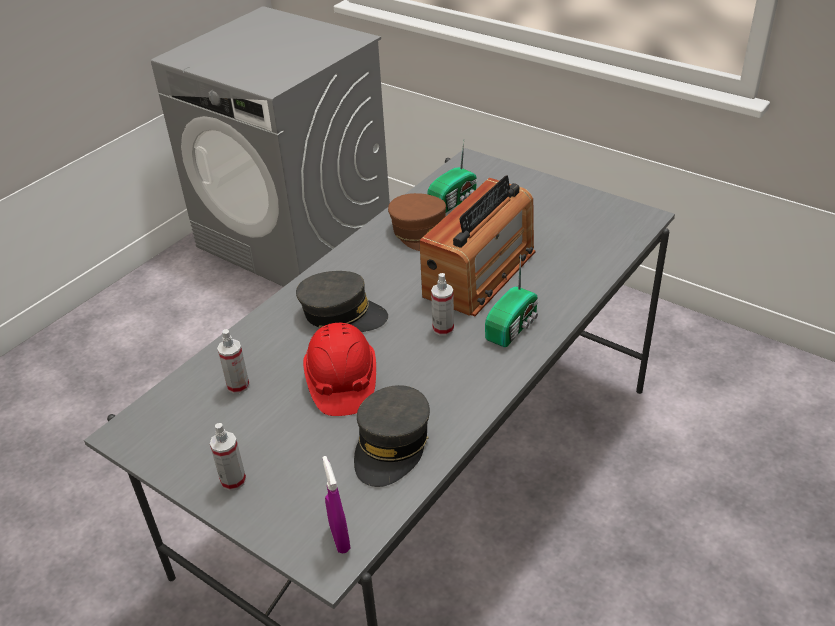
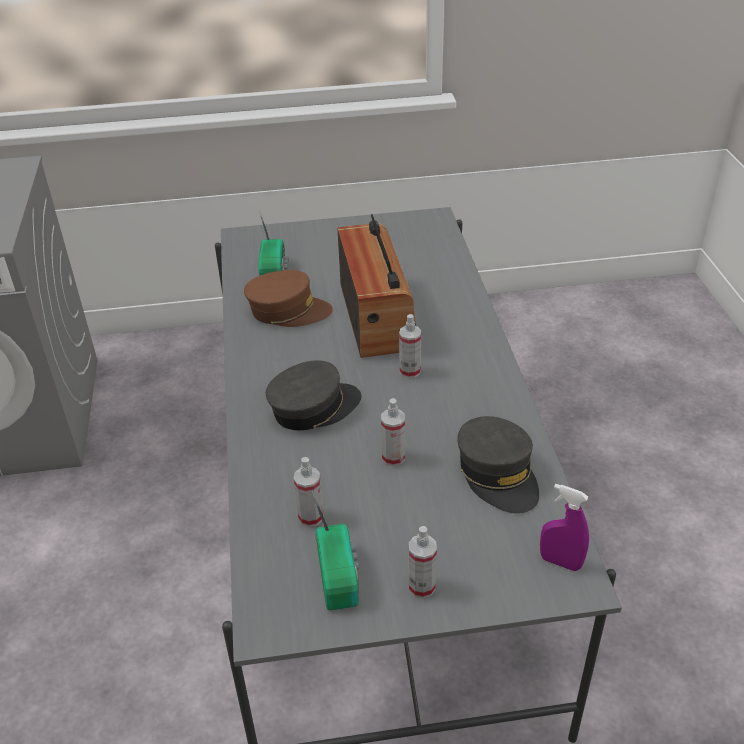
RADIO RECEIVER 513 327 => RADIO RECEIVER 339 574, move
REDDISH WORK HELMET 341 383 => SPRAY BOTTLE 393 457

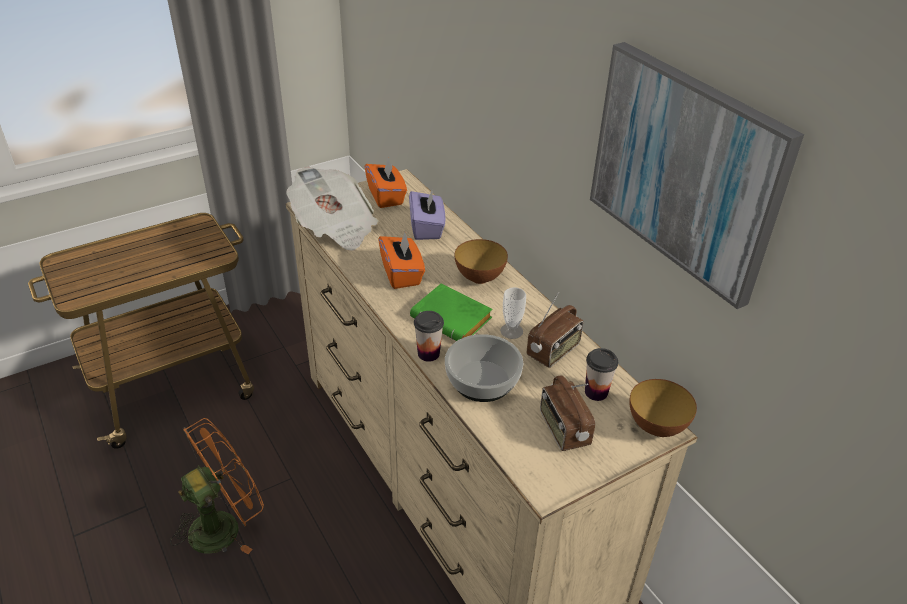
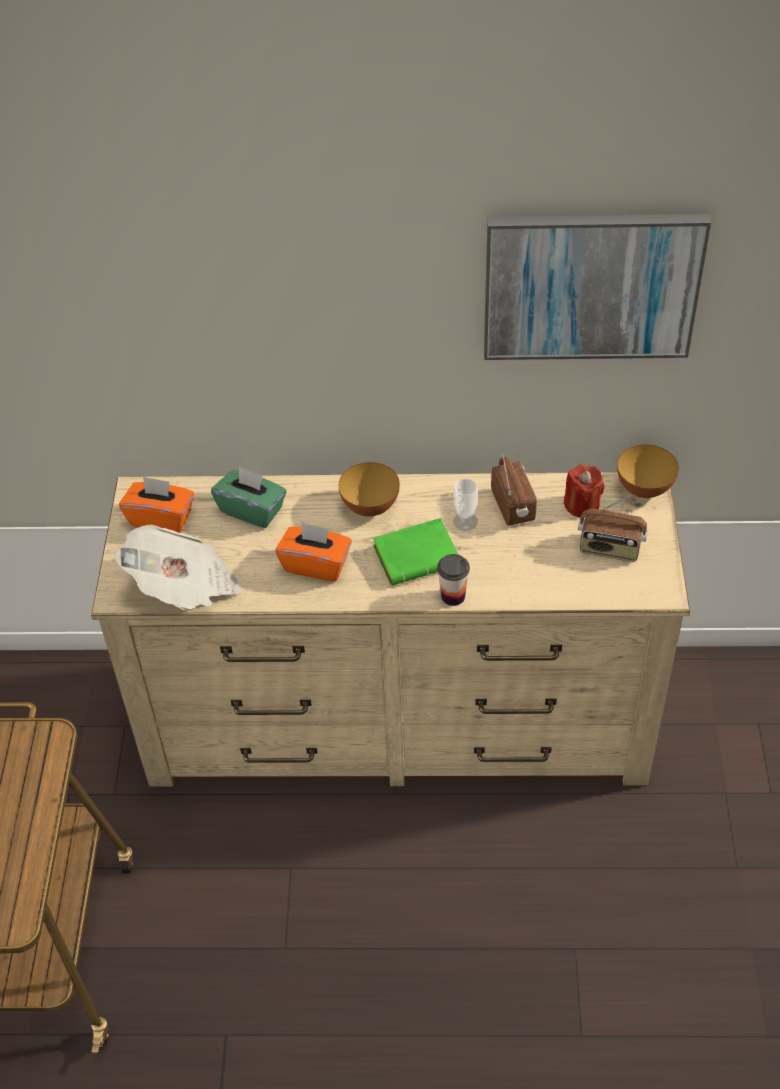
ORANGE COOLING FAN 224 525 => nothing
SERVING BOWL 482 381 => nothing
CUP 596 392 => REDDISH WAX CANDLE 582 505
PURPLISH TISSUE BOX 427 228 => GREENISH TISSUE BOX 252 510

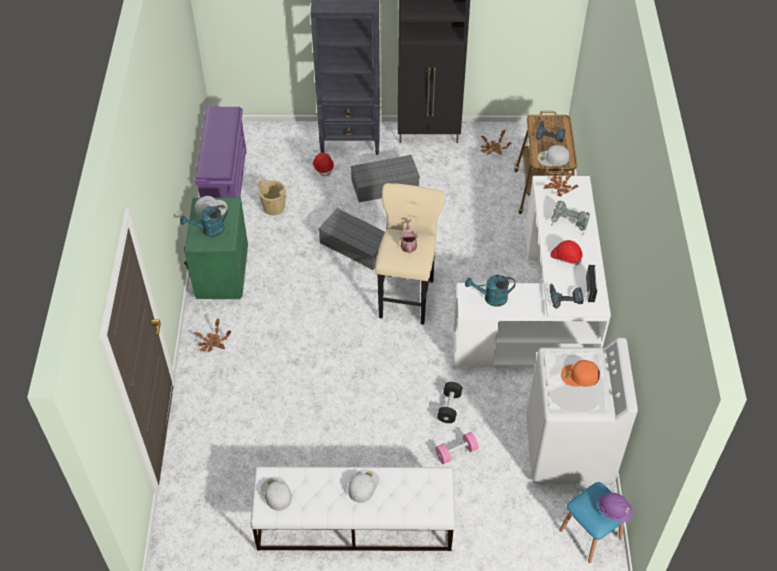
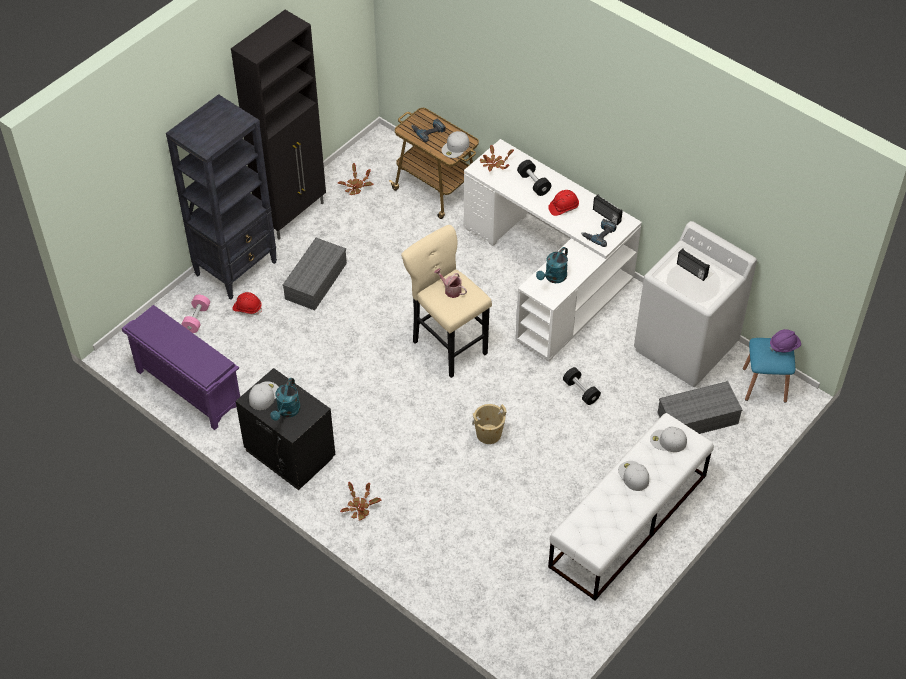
SAND-COLOURED BUCKET 274 207 => SAND-COLOURED BUCKET 488 434, move
WHITE-COLOURED CAP 276 493 => WHITE-COLOURED CAP 668 441, move
GREY STORAGE BOX 354 246 => GREY STORAGE BOX 697 419, move
PINKISH HAND WEIGHT 456 452 => PINKISH HAND WEIGHT 197 319, move
DRILL 568 224 => BLACK HAND WEIGHT 533 183
ORANGE CAP 579 376 => RADIO RECEIVER 691 271
GREENISH NIGHT TABLE 221 273 => BLACK NIGHT TABLE 288 454

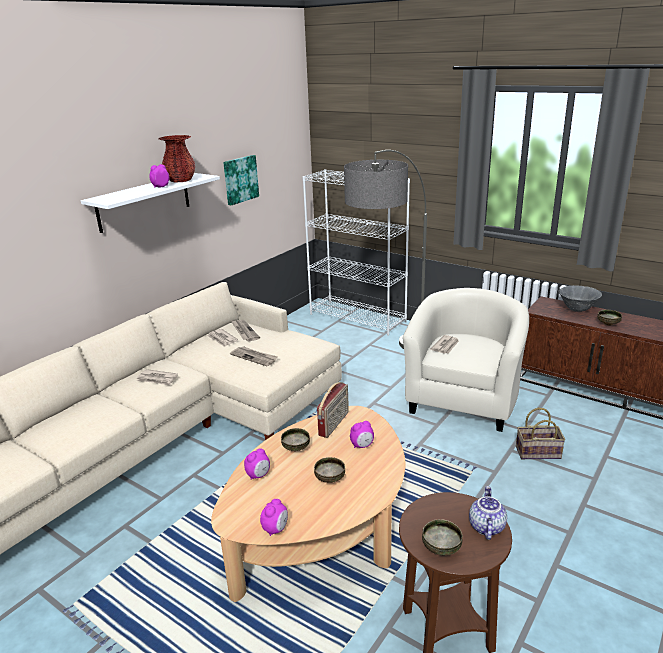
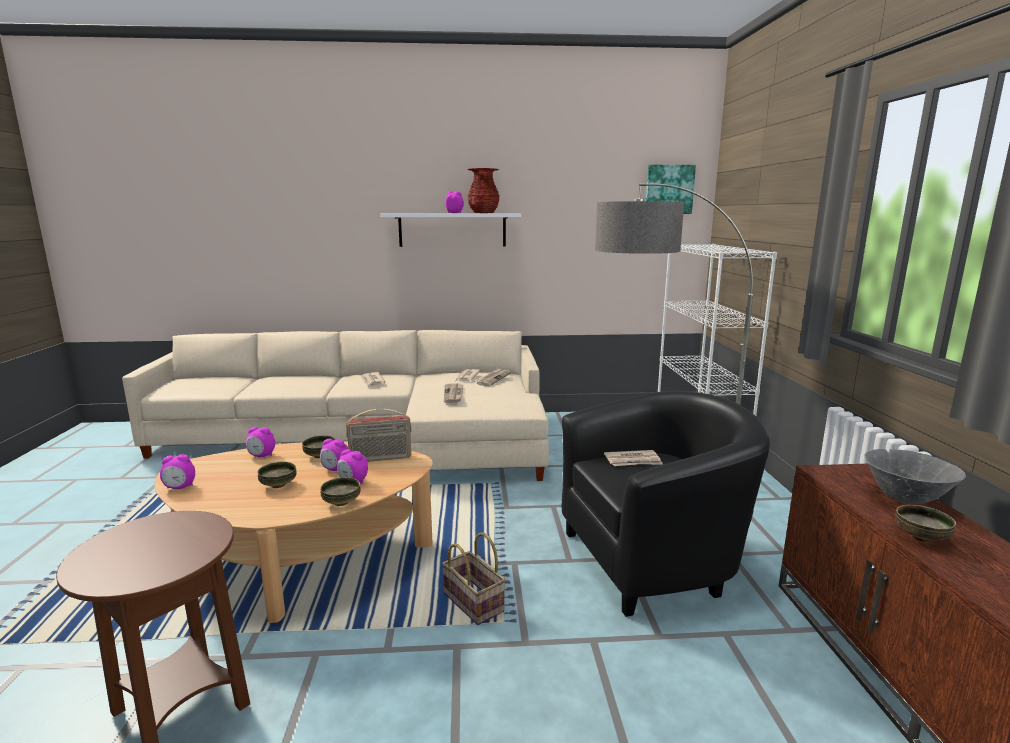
TEAPOT 485 526 => nothing
nothing => BEDSIDE CLOCK 335 469
WALL PICTURE 240 179 => WALL PICTURE 669 189, move
SERVING BOWL 440 548 => SERVING BOWL 341 502, move
STORAGE BASKET 539 452 => STORAGE BASKET 475 602, move
SAND-COLOURED LOUNGE CHAIR 464 399 => BLACK LOUNGE CHAIR 654 560

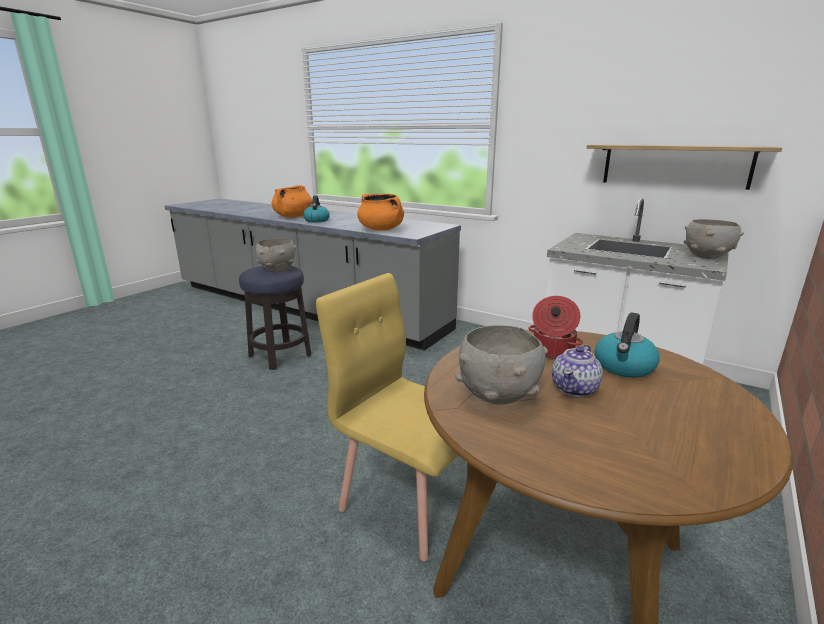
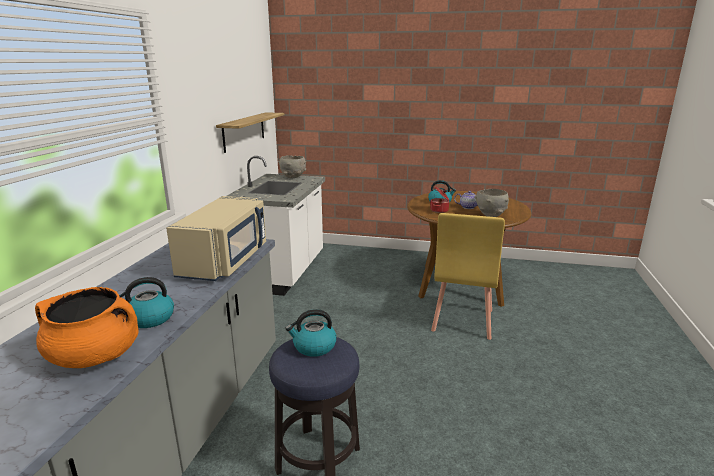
GREY SERVING BOWL 277 270 => TEA KETTLE 314 347
ORANGE COOKING POT 381 229 => SAND-COLOURED MICROWAVE OVEN 226 261

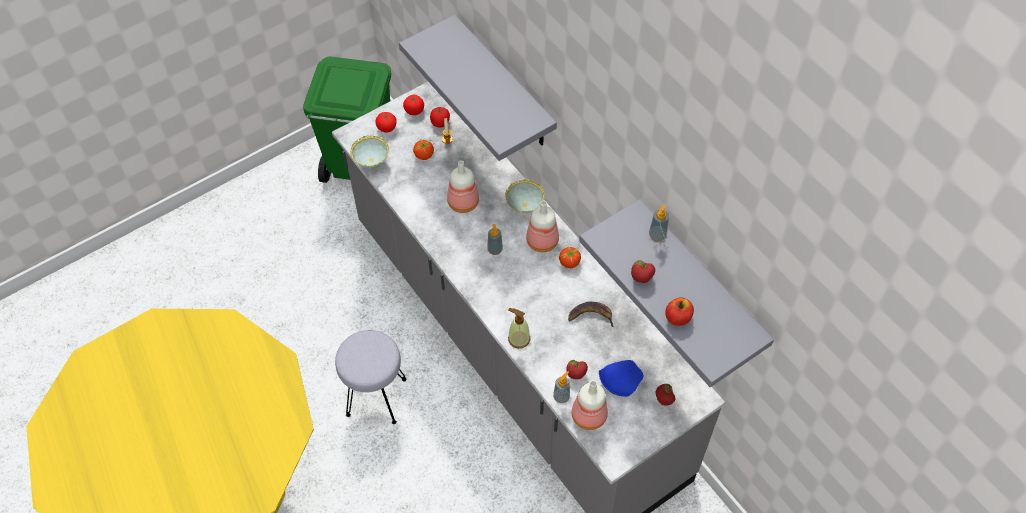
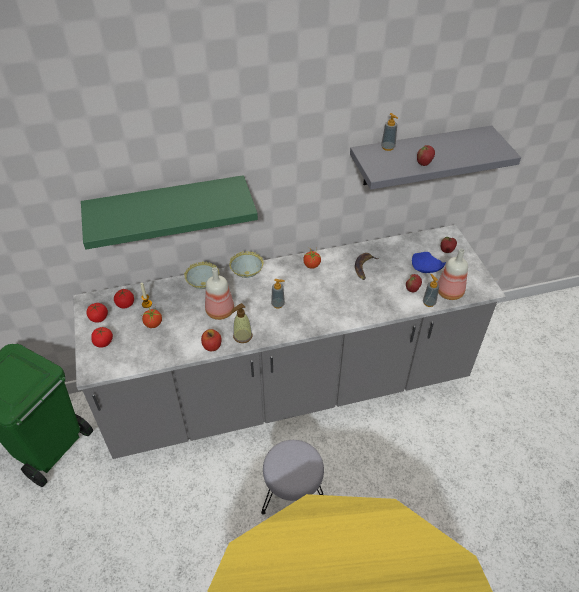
DRINK BOTTLE 542 240 => nothing
SERVING BOWL 371 163 => SERVING BOWL 203 286, move
SOAP BOTTLE 519 339 => SOAP BOTTLE 242 336, move
APPLE 678 318 => APPLE 212 346, move
GREY BRACKET SHELF 504 85 => GREENISH BRACKET SHELF 167 207

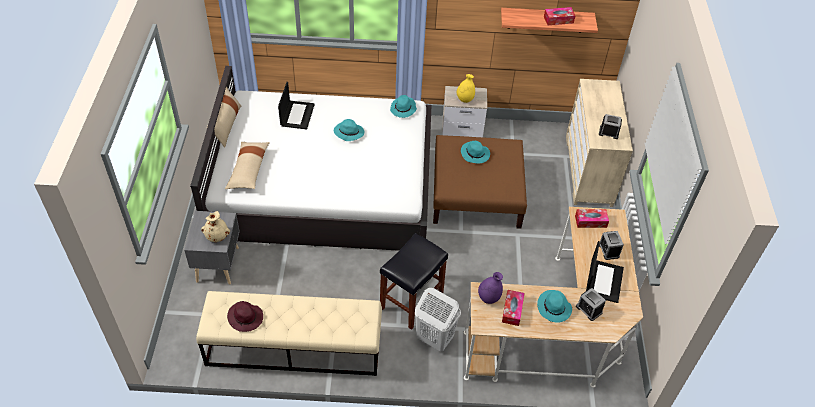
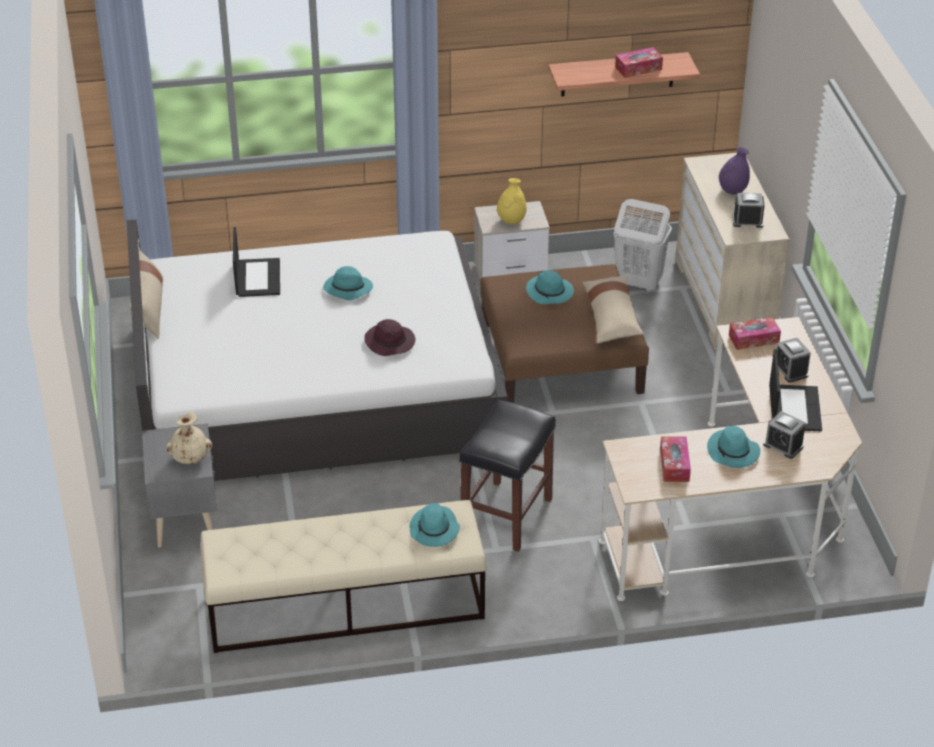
SAND-COLOURED PILLOW 248 170 => SAND-COLOURED PILLOW 611 317, move
PURPLISH CLOTHING HAT 246 318 => PURPLISH CLOTHING HAT 390 342, move
BLUE-GREEN CLOTHING HAT 403 109 => BLUE-GREEN CLOTHING HAT 434 530, move
WHITE-COLOURED HAMPER 434 338 => WHITE-COLOURED HAMPER 638 283, move
PURPLISH DECORATIVE VASE 489 298 => PURPLISH DECORATIVE VASE 733 191, move

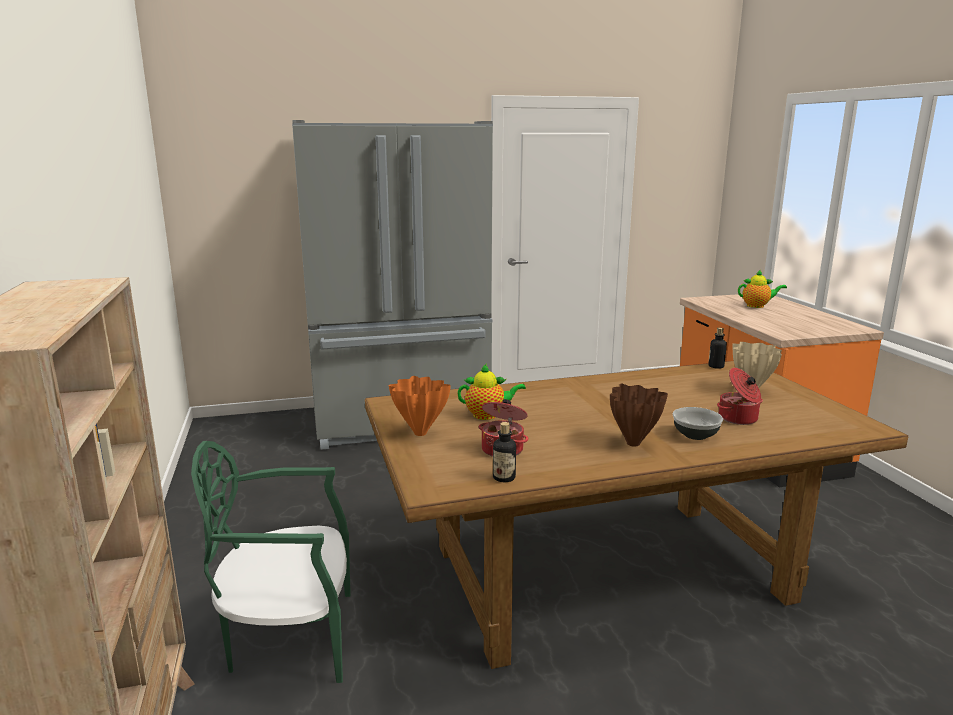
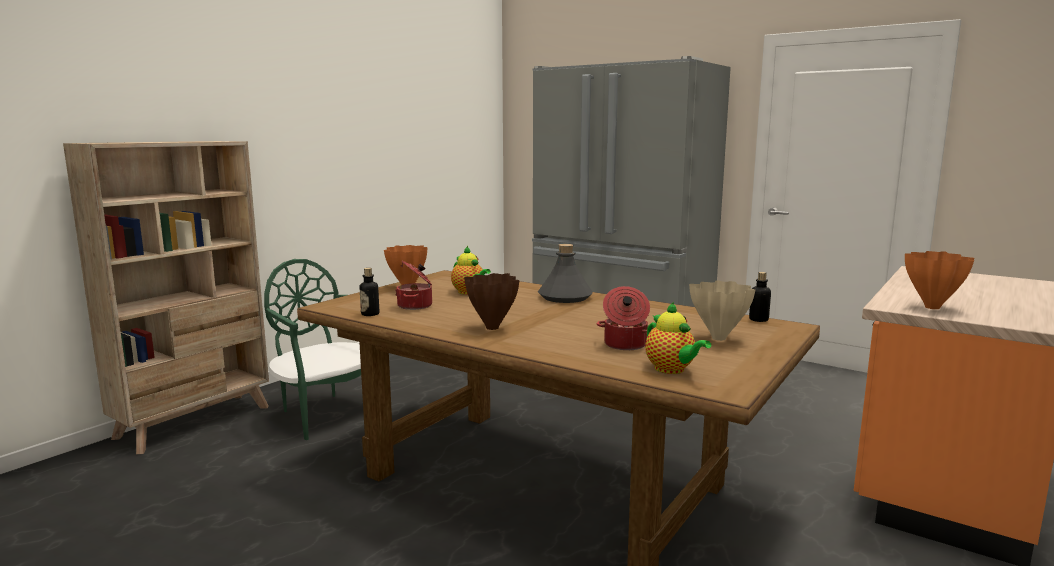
SERVING BOWL 696 435 => nothing
nothing => GREY DRINK BOTTLE 565 297
nothing => ORANGE DECORATIVE VASE 932 307
TEAPOT 757 306 => TEAPOT 672 370, move

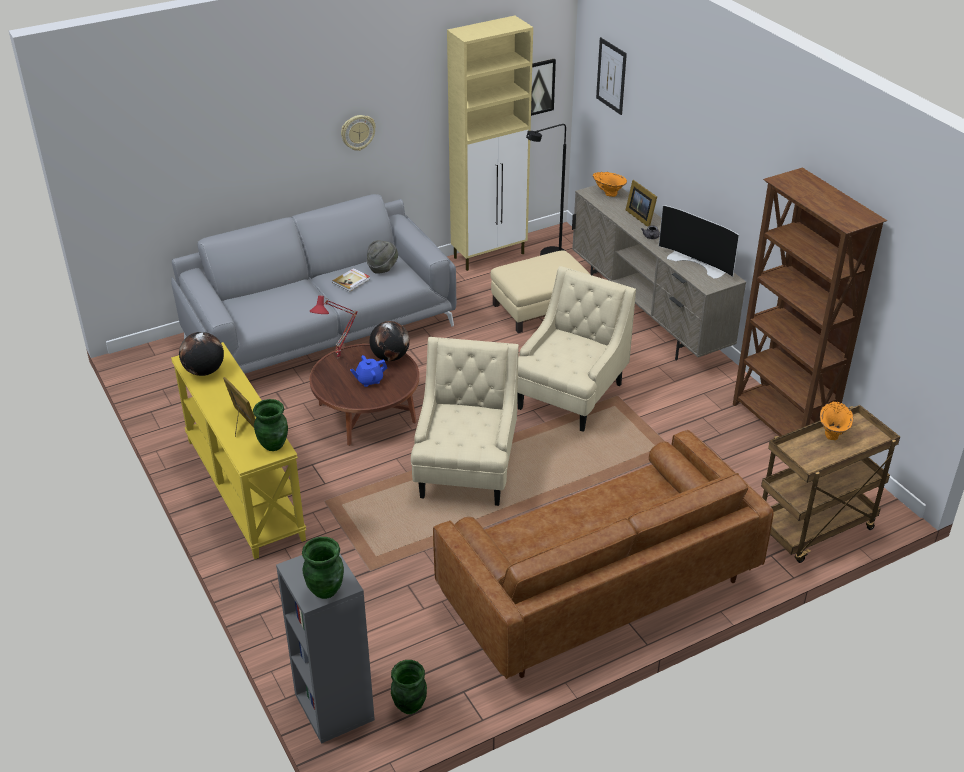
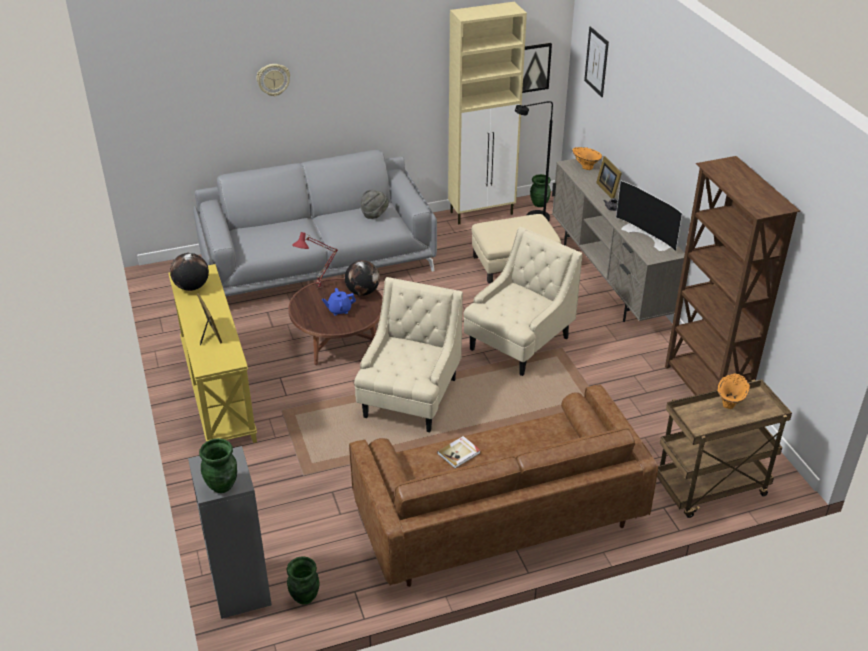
GREENISH DECORATIVE VASE 273 444 => GREENISH DECORATIVE VASE 539 204, move
BOUND BOOK 351 281 => BOUND BOOK 459 453, move
CLOCK ON THE WALL 357 132 => CLOCK ON THE WALL 273 79, move

